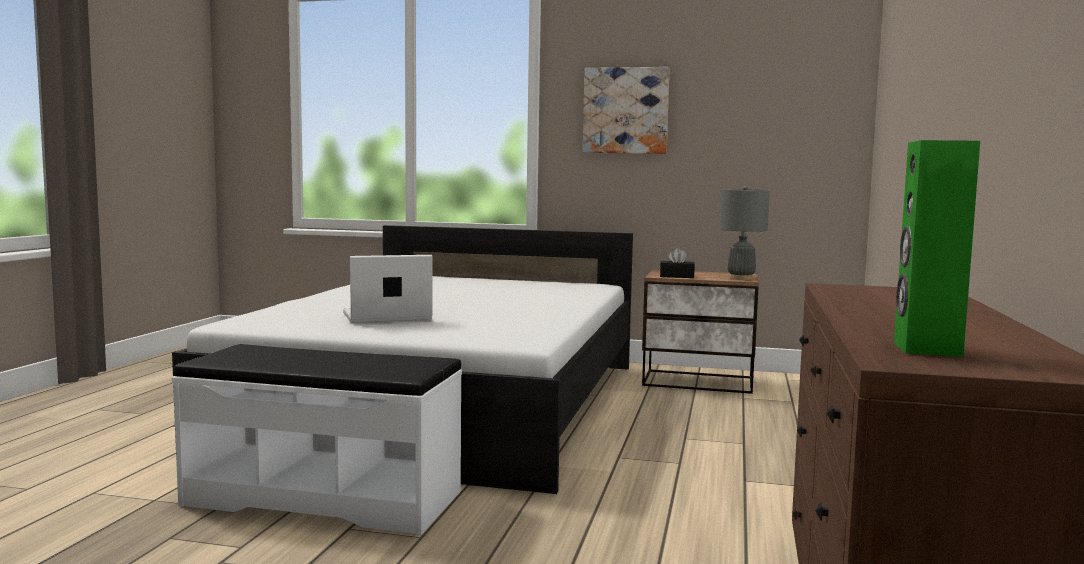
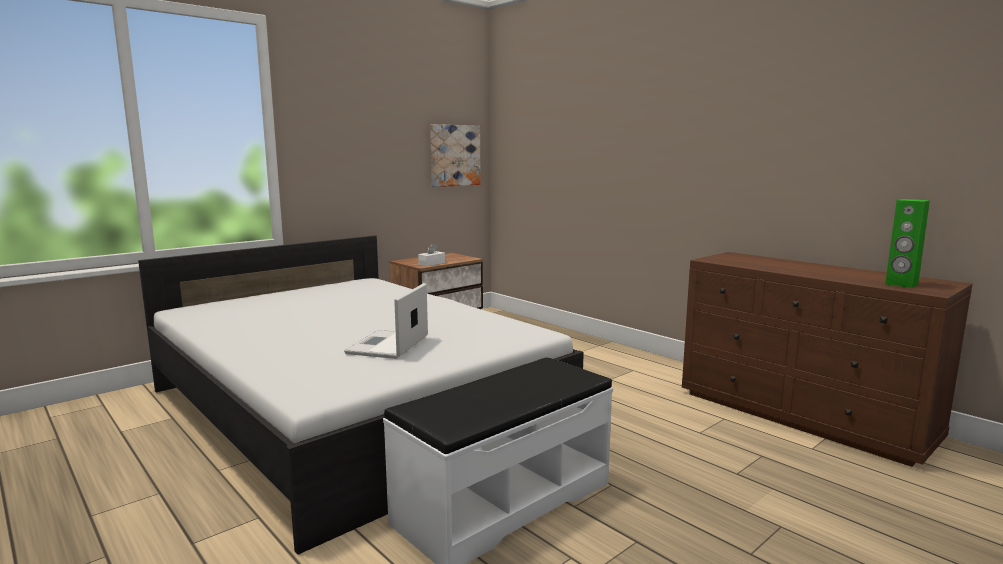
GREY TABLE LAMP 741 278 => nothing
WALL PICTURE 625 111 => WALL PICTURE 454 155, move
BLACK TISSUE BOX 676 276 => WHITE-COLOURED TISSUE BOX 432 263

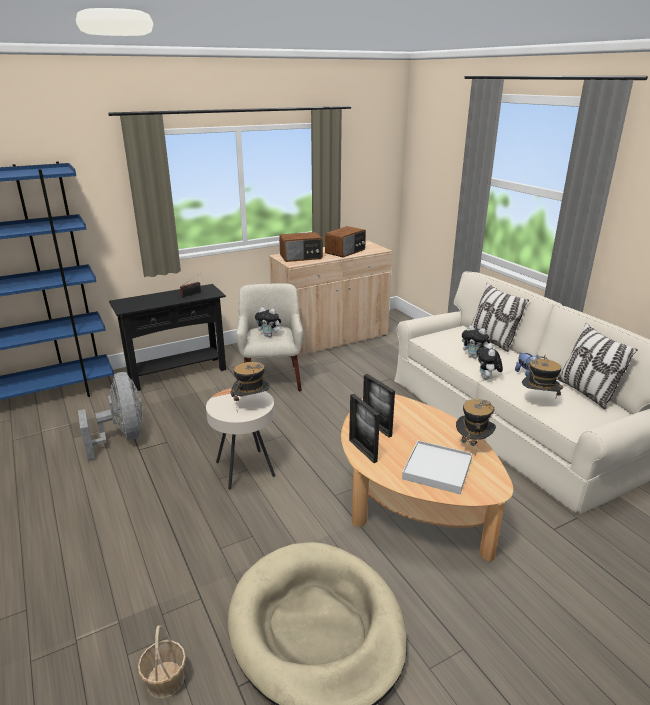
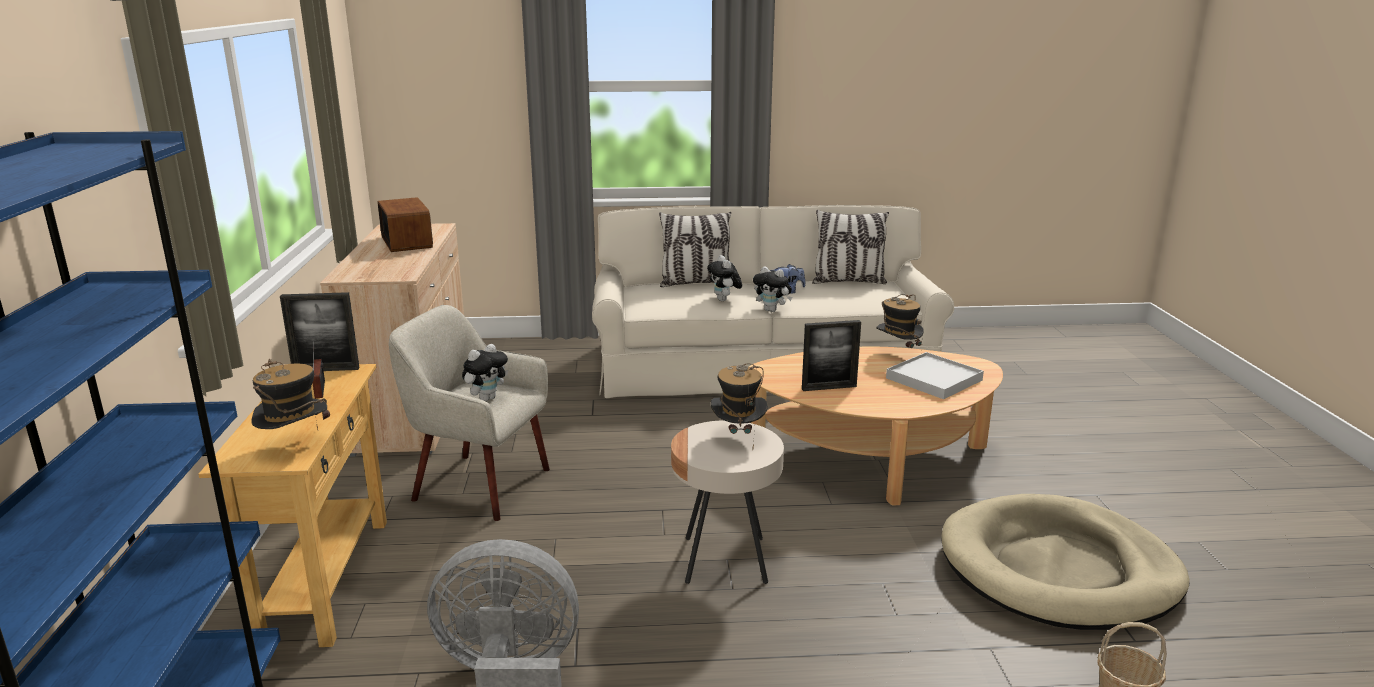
RADIO RECEIVER 301 257 => nothing
STANDING FRAME 362 450 => STANDING FRAME 326 369, move
CLOTHING HAT 538 400 => CLOTHING HAT 295 446, move
BLACK HALL TABLE 177 373 => SAND-COLOURED HALL TABLE 326 579
SOFT TOY 474 357 => SOFT TOY 724 300, 105 degrees clockwise

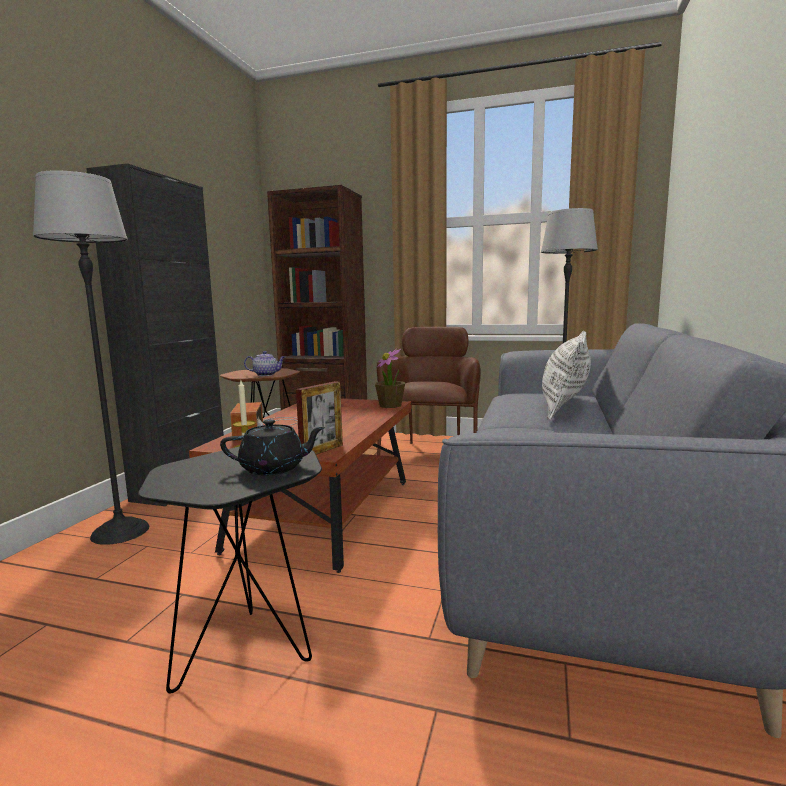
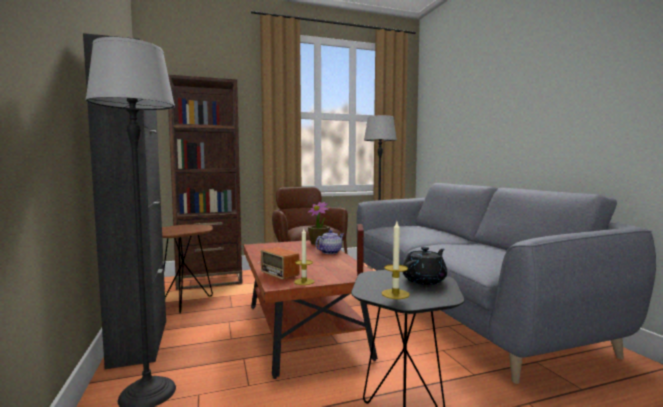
WHITE-COLOURED PILLOW 564 406 => nothing
nothing => WAX CANDLE 395 294
TEAPOT 266 374 => TEAPOT 330 252, move

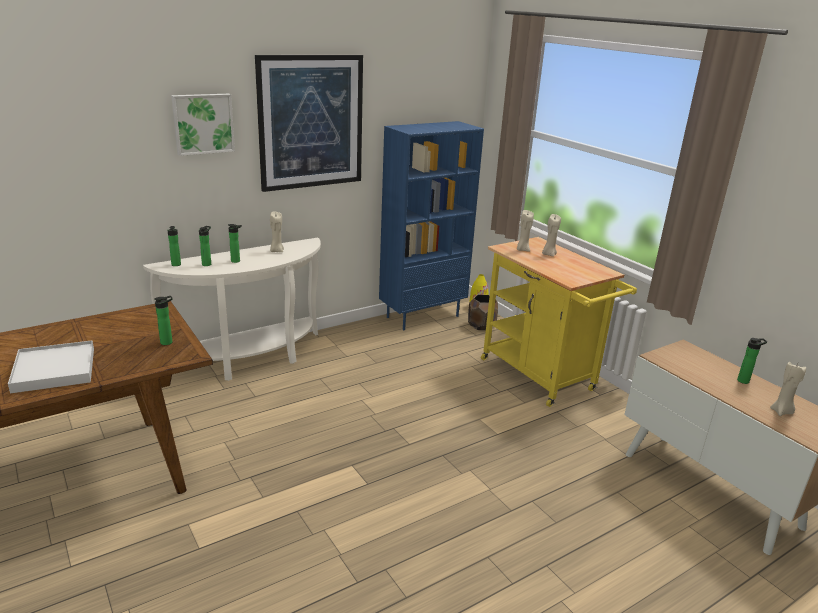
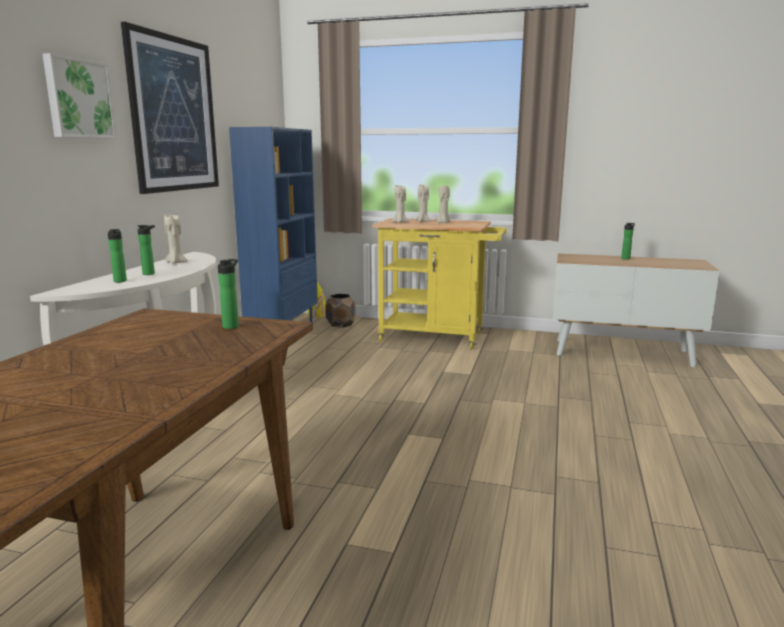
WHITE-COLOURED CARRYING TRAY 54 370 => nothing
DRINK BOTTLE 176 265 => nothing
SAND-COLOURED WAX CANDLE 781 412 => SAND-COLOURED WAX CANDLE 443 223, move

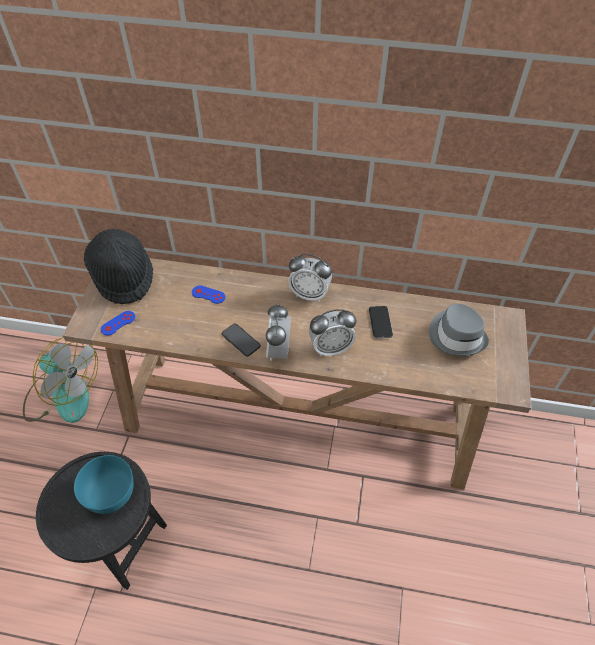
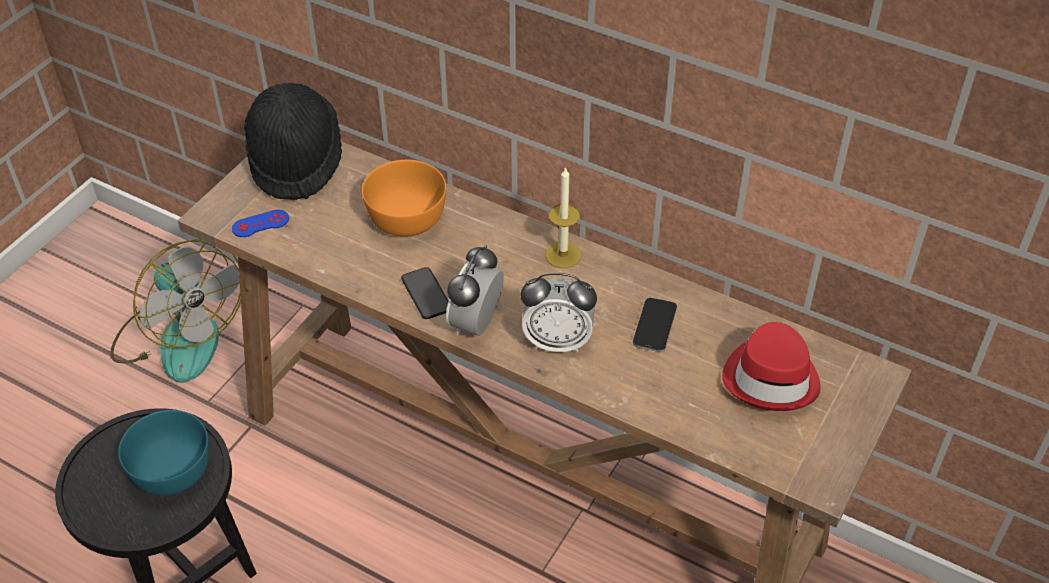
BLUE GAMEPAD 208 294 => ORANGE SERVING BOWL 408 217
BEDSIDE CLOCK 309 294 => WAX CANDLE 563 255
GREY CLOTHING HAT 457 335 => REDDISH CLOTHING HAT 771 378

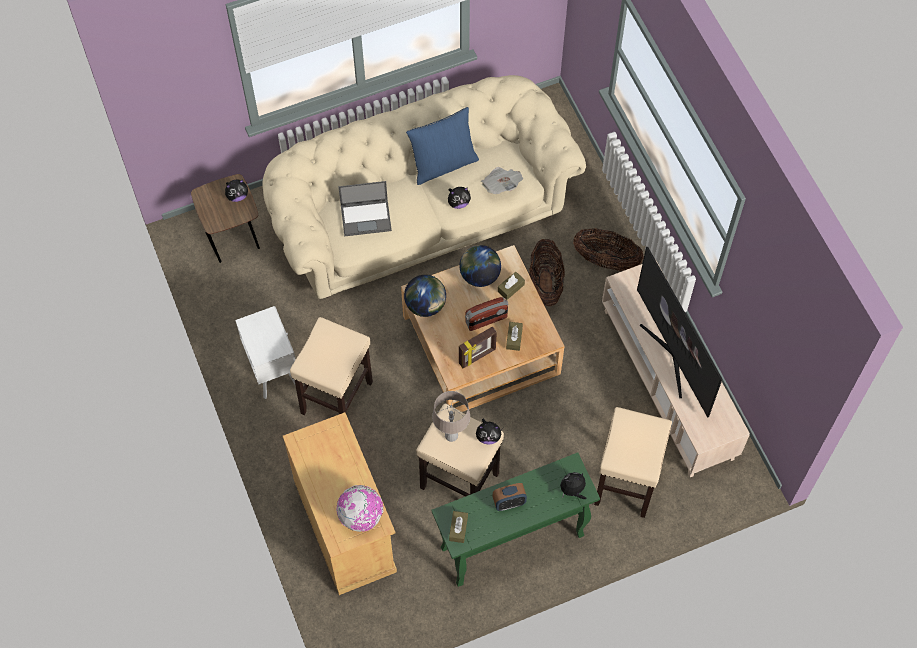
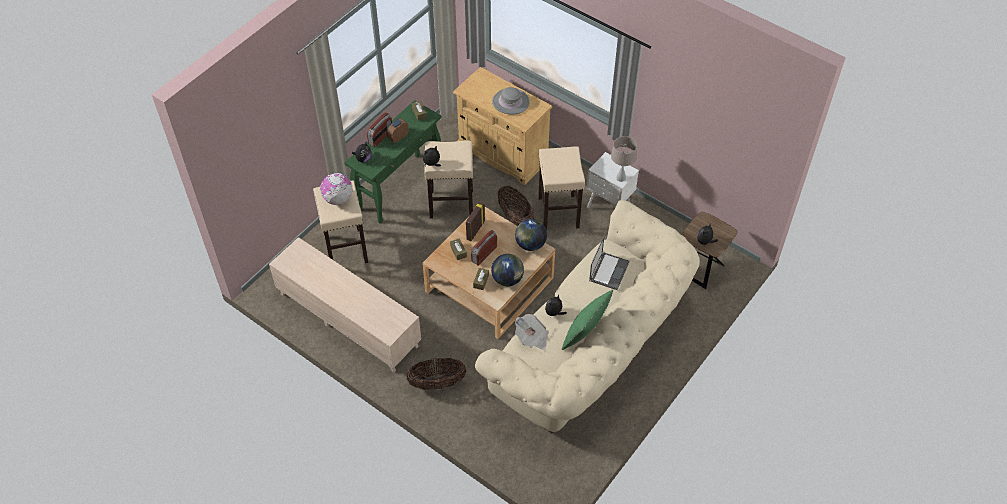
TV 672 355 => nothing
nothing => RADIO RECEIVER 381 137
nothing => GREY CLOTHING HAT 510 102
DESK GLOBE 361 516 => DESK GLOBE 338 199, move
SAND-COLOURED TABLE LAMP 451 435 => SAND-COLOURED TABLE LAMP 620 178, move
STORAGE BASKET 545 283 => STORAGE BASKET 515 217, move
BLUE PILLOW 443 164 => GREENISH PILLOW 585 334
PORTABLE COMPUTER 366 217 => PORTABLE COMPUTER 609 270, 150 degrees clockwise

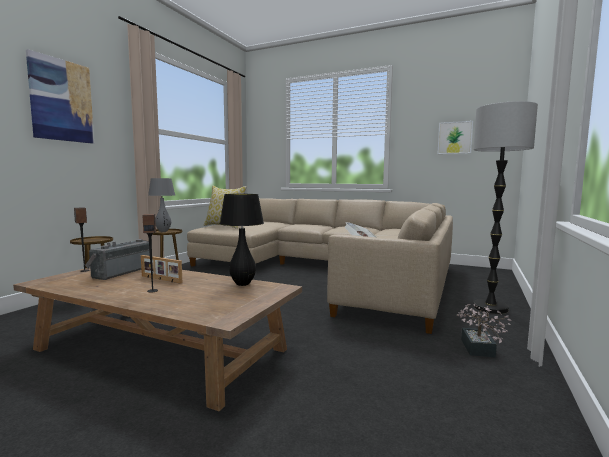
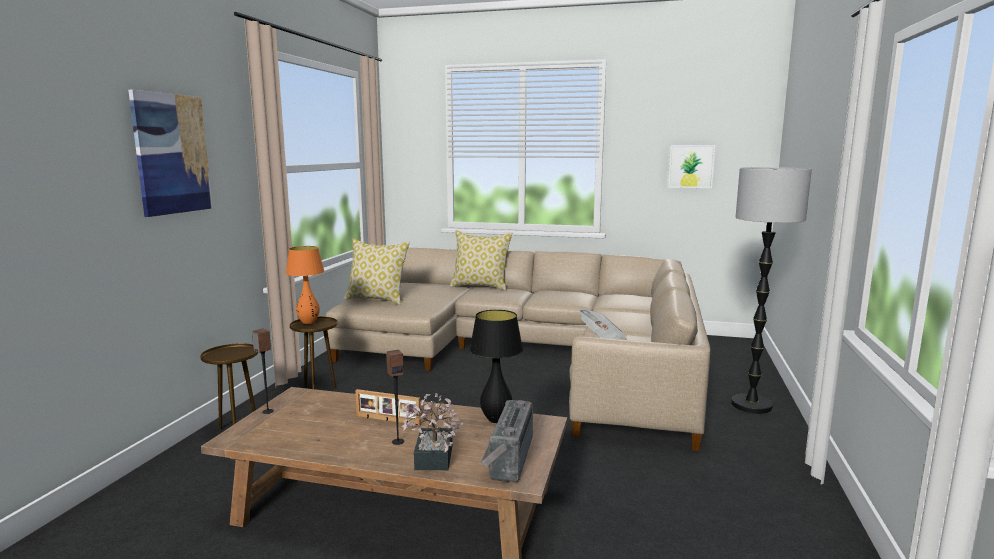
nothing => PILLOW 480 286
RADIO RECEIVER 120 272 => RADIO RECEIVER 506 458, move
PLANT IN A POT 478 350 => PLANT IN A POT 432 460, move
GREY TABLE LAMP 163 231 => ORANGE TABLE LAMP 308 323

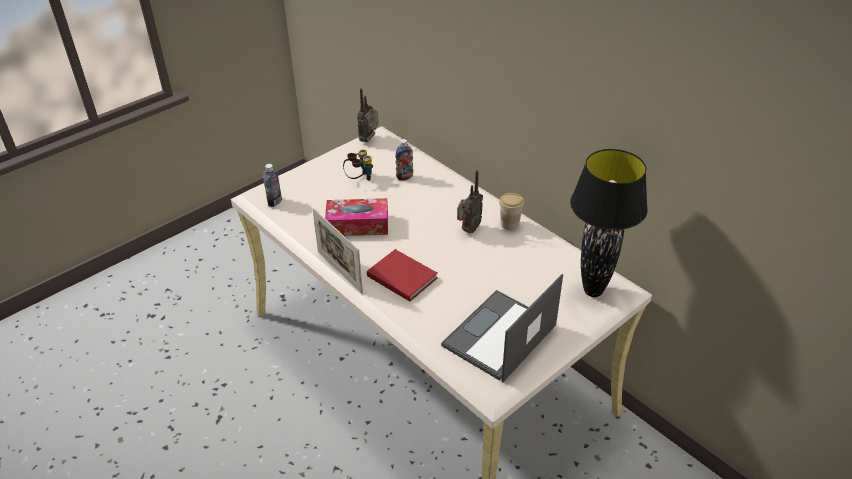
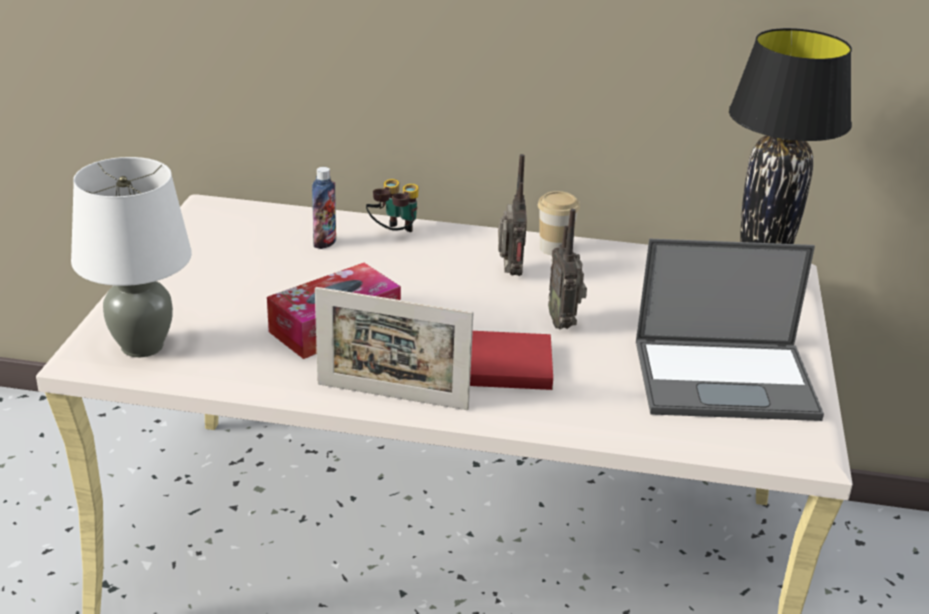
BINOCULARS 359 179 => BINOCULARS 393 234, move
RADIO RECEIVER 370 140 => RADIO RECEIVER 564 323, move
DRINK BOTTLE 275 202 => WHITE-COLOURED TABLE LAMP 142 346
PORTABLE COMPUTER 499 336 => PORTABLE COMPUTER 727 379, 90 degrees counterclockwise

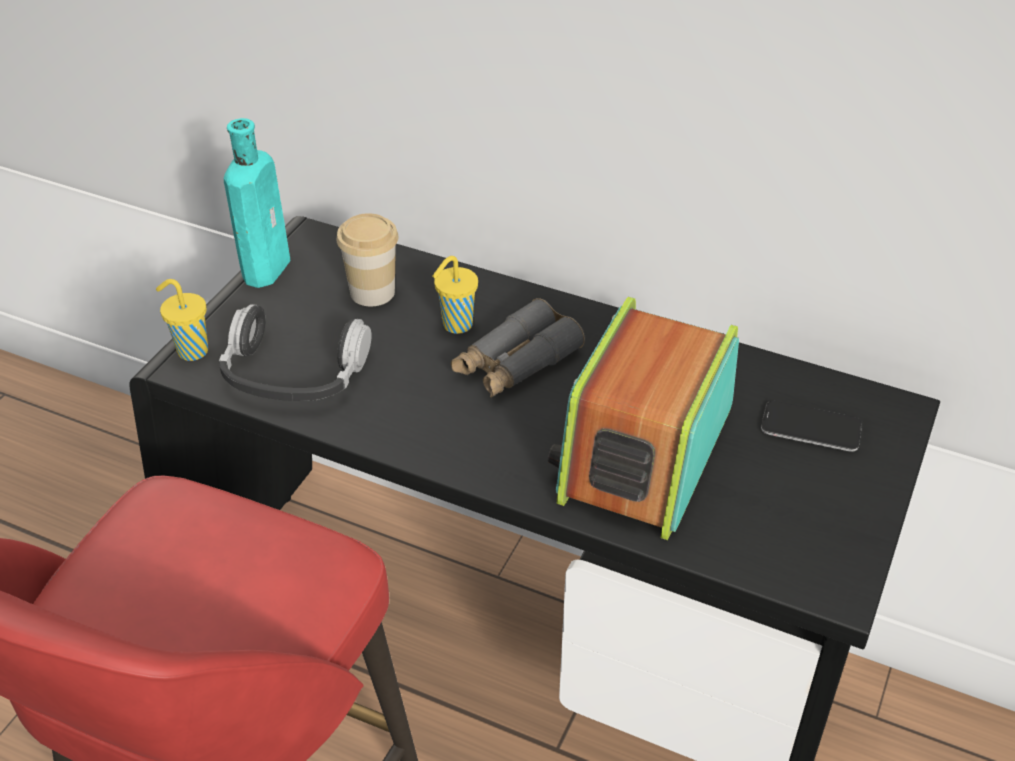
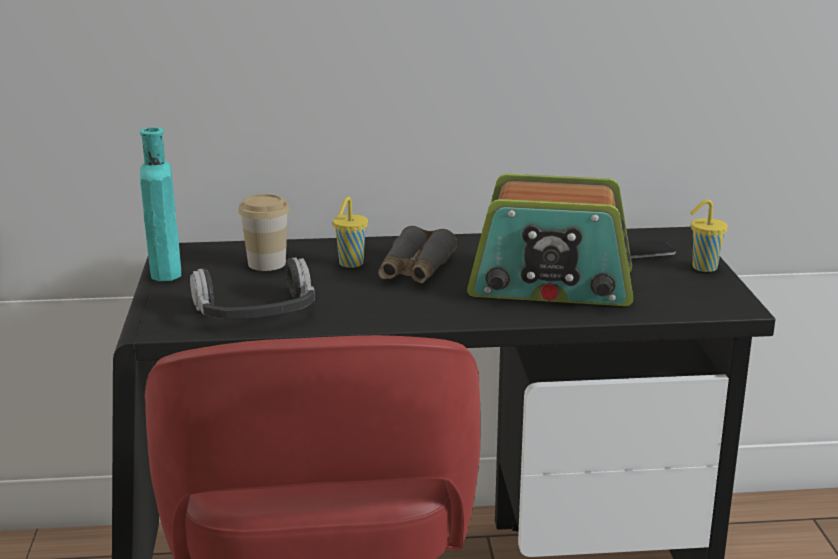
YELLOW CUP 191 351 => YELLOW CUP 702 268, move
RADIO RECEIVER 644 452 => RADIO RECEIVER 551 285, 75 degrees counterclockwise

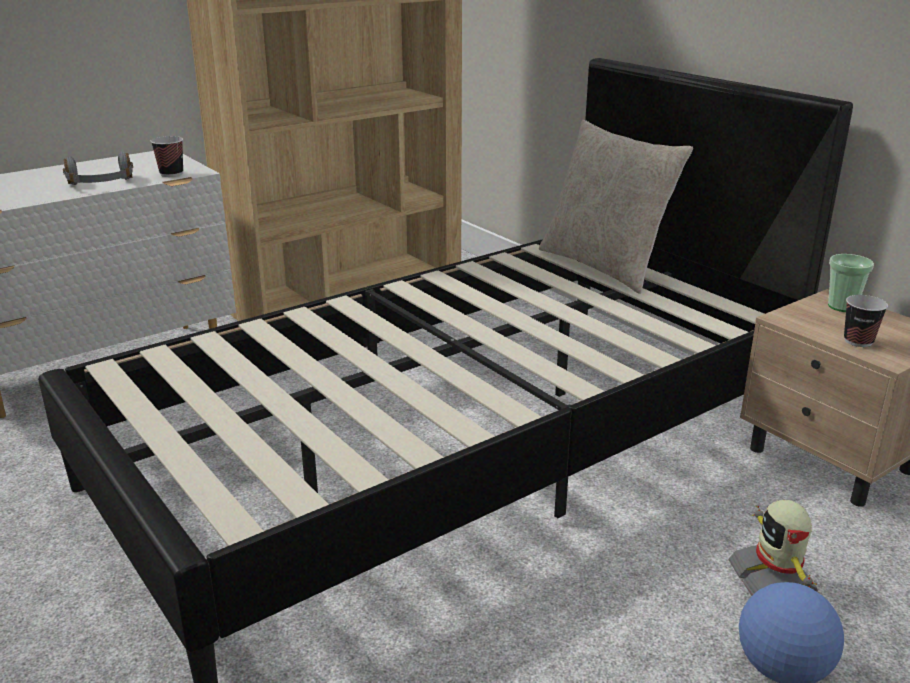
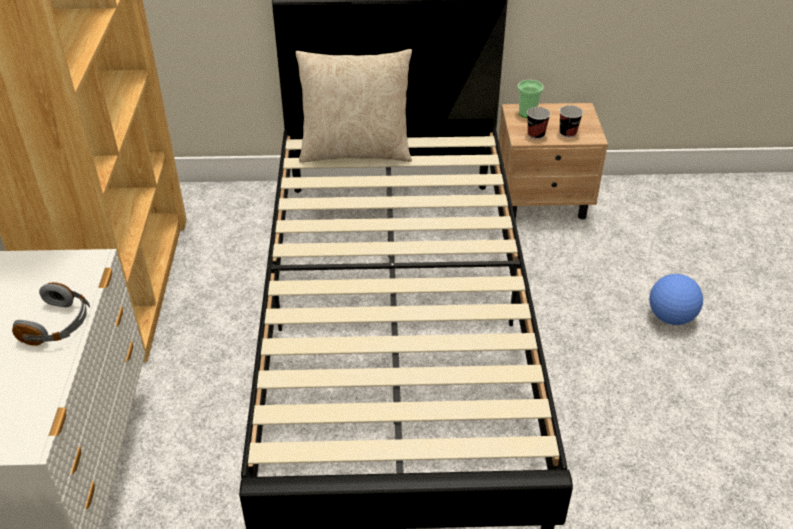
TOY ROBOT 773 579 => nothing
CUP 171 174 => CUP 536 135, move

